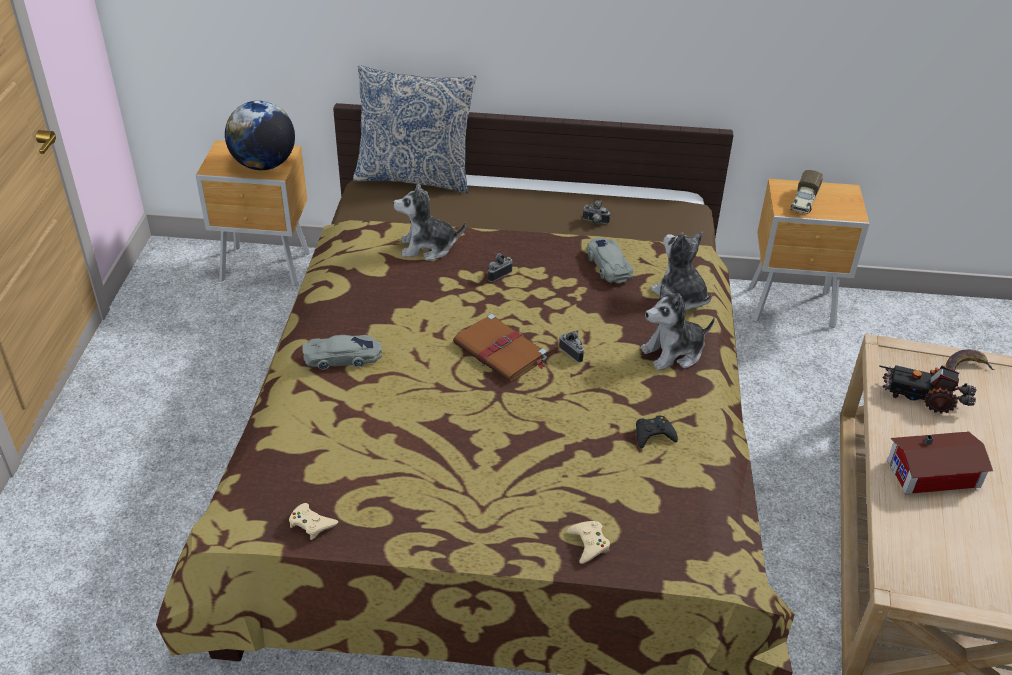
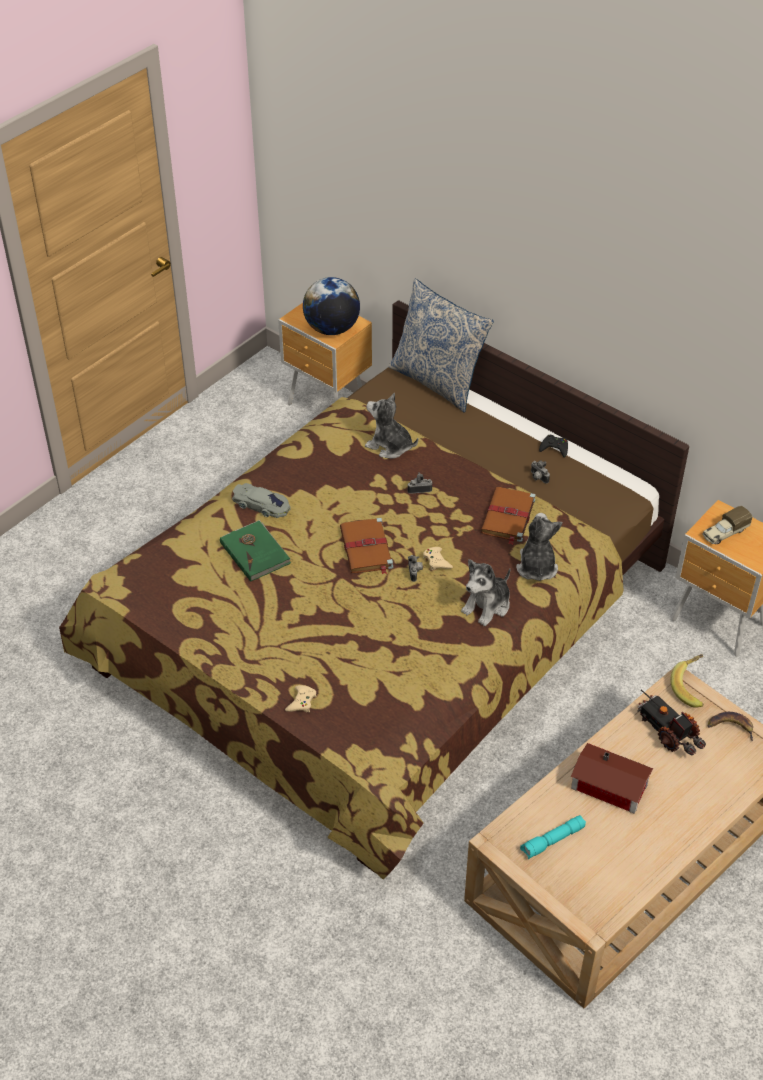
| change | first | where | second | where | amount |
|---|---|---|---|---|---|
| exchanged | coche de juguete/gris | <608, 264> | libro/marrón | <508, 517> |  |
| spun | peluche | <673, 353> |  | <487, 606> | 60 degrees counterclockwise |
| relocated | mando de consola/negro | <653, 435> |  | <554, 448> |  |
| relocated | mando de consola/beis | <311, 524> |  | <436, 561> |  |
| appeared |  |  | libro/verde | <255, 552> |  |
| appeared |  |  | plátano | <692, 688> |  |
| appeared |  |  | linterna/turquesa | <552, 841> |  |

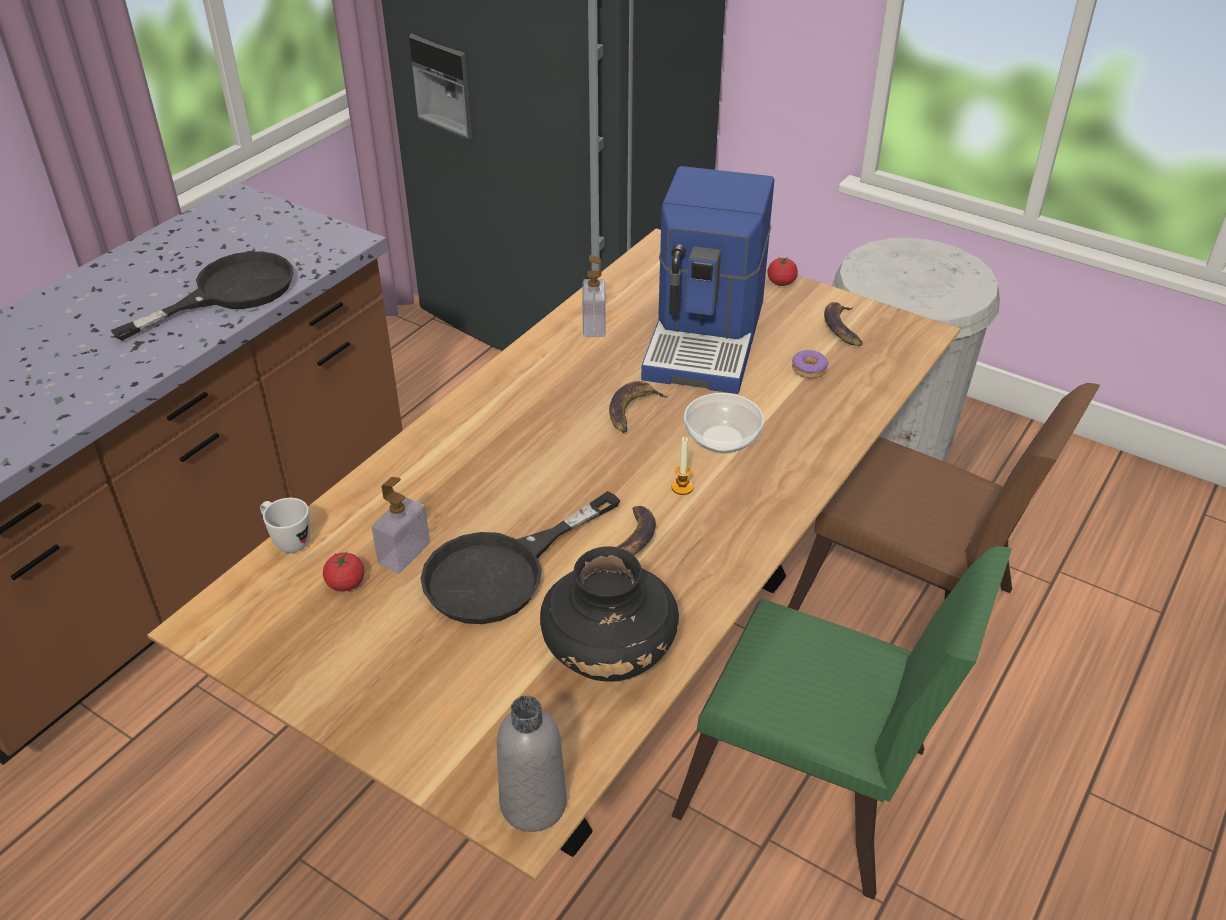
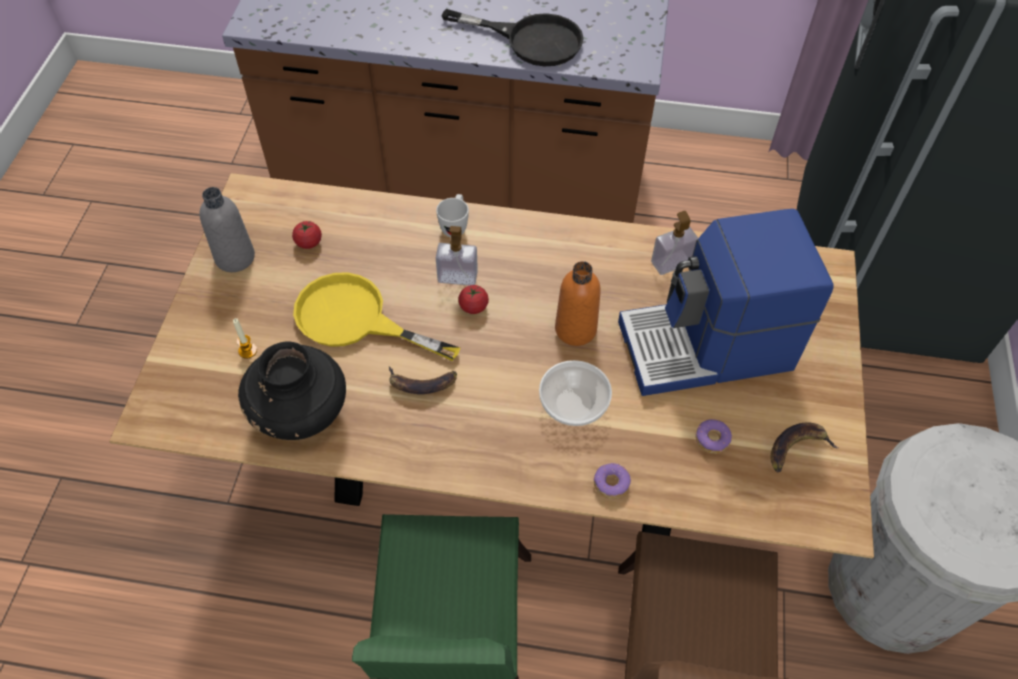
| change | first | where | second | where | amount |
|---|---|---|---|---|---|
| relocated | tomate | <781, 282> |  | <473, 306> |  |
| exchanged | plátano | <632, 410> | botella/naranja | <575, 329> |  |
| relocated | vela | <682, 487> |  | <247, 351> |  |
| relocated | dispensador de jabón | <404, 554> |  | <457, 276> |  |
| colour | sartén/negro | <502, 571> | sartén/amarillo | <355, 319> |  |
| relocated | taza grande/blanco | <287, 541> |  | <455, 226> |  |
| relocated | botella/gris | <533, 804> |  | <235, 257> |  |
| appeared |  |  | rosquilla | <611, 484> |  |

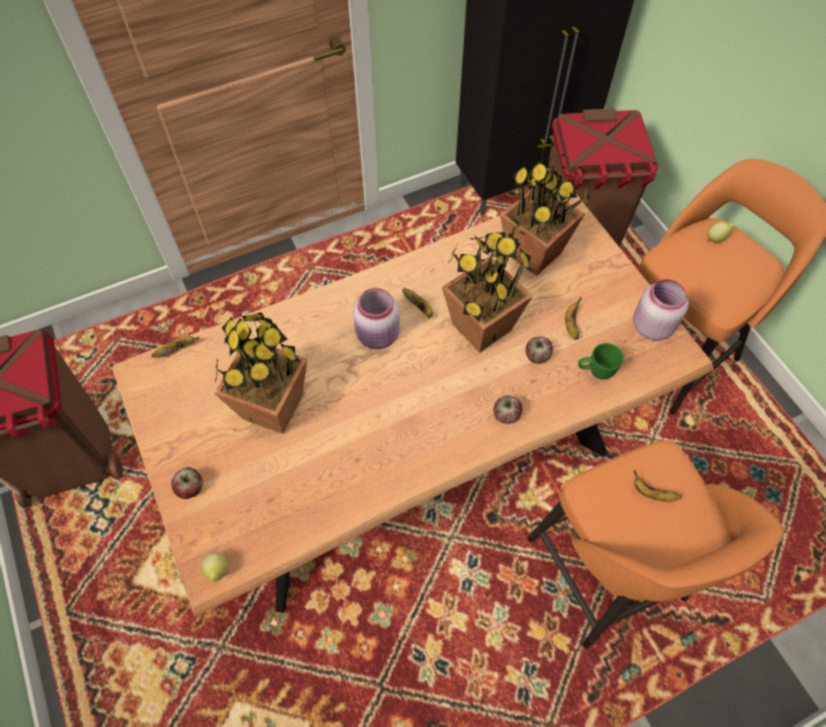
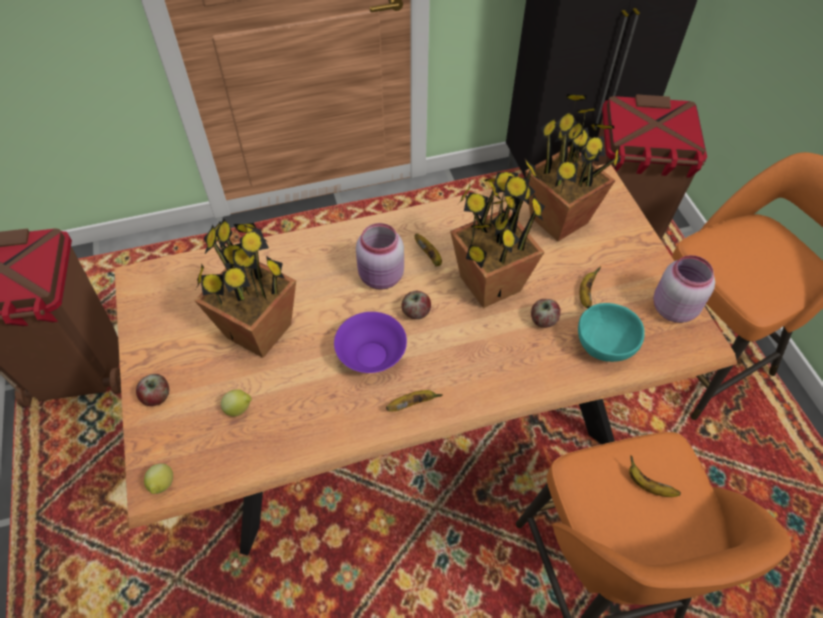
| change | first | where | second | where | amount |
|---|---|---|---|---|---|
| relocated | limón | <716, 238> |  | <239, 409> |  |
| relocated | plátano | <177, 350> |  | <412, 404> |  |
| exchanged | taza grande/verde | <595, 372> | cuenco/turquesa | <603, 345> |  |
| relocated | manzana | <506, 415> |  | <416, 312> |  |
| appeared |  |  | cuenco/morado | <370, 355> |  |

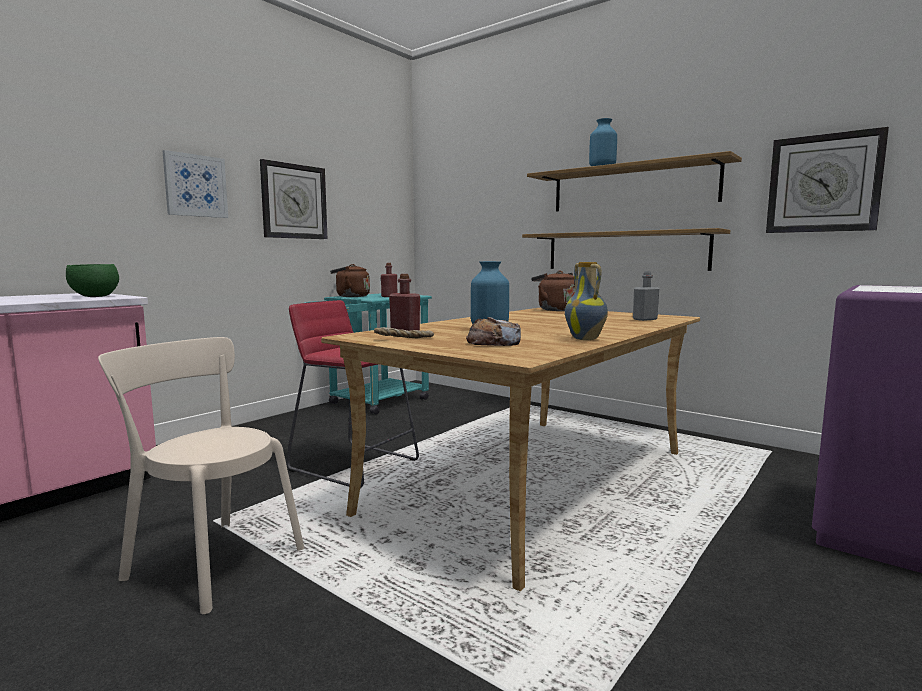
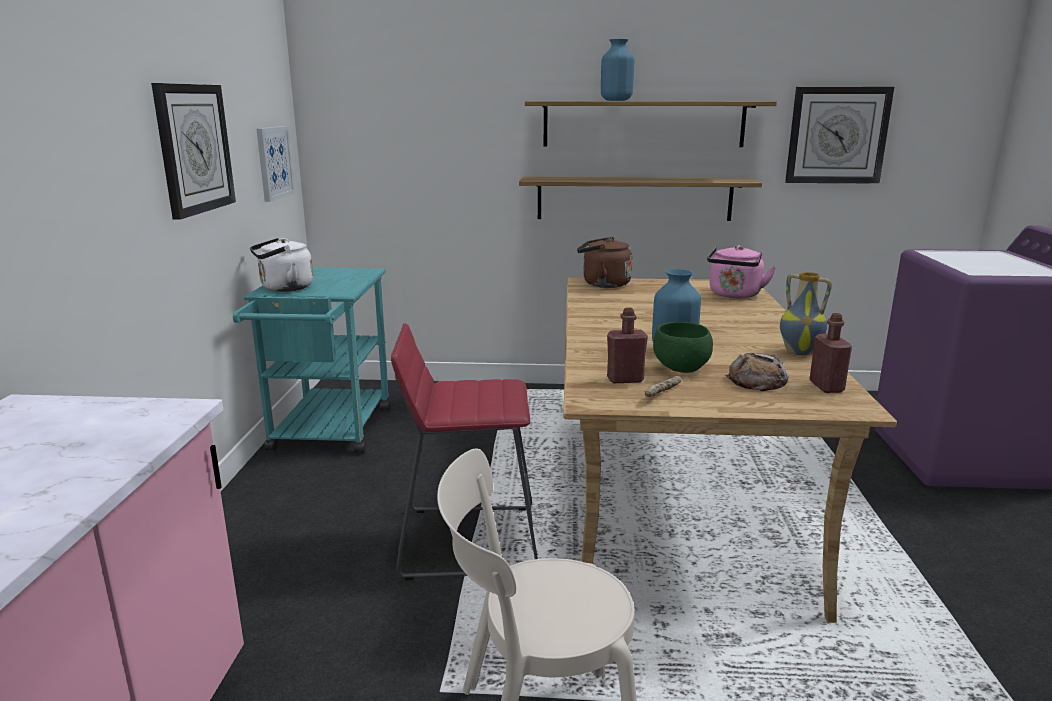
| change | first | where | second | where | amount |
|---|---|---|---|---|---|
| relocated | cuadro | <195, 186> |  | <274, 162> |  |
| relocated | botella/rojo | <389, 296> |  | <826, 387> |  |
| relocated | cuenco/verde | <95, 296> |  | <682, 369> |  |
| colour | hervidor/marrón | <350, 296> | hervidor/blanco | <284, 288> |  |
| exchanged | botella/gris | <645, 319> | hervidor/rosa | <734, 295> |  |

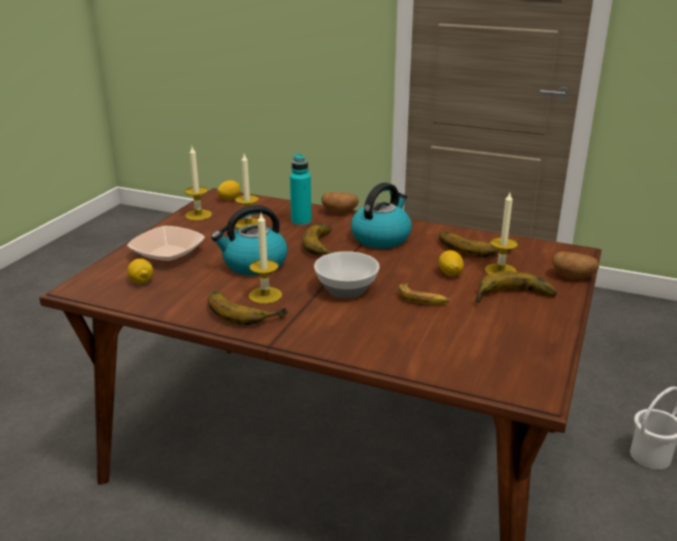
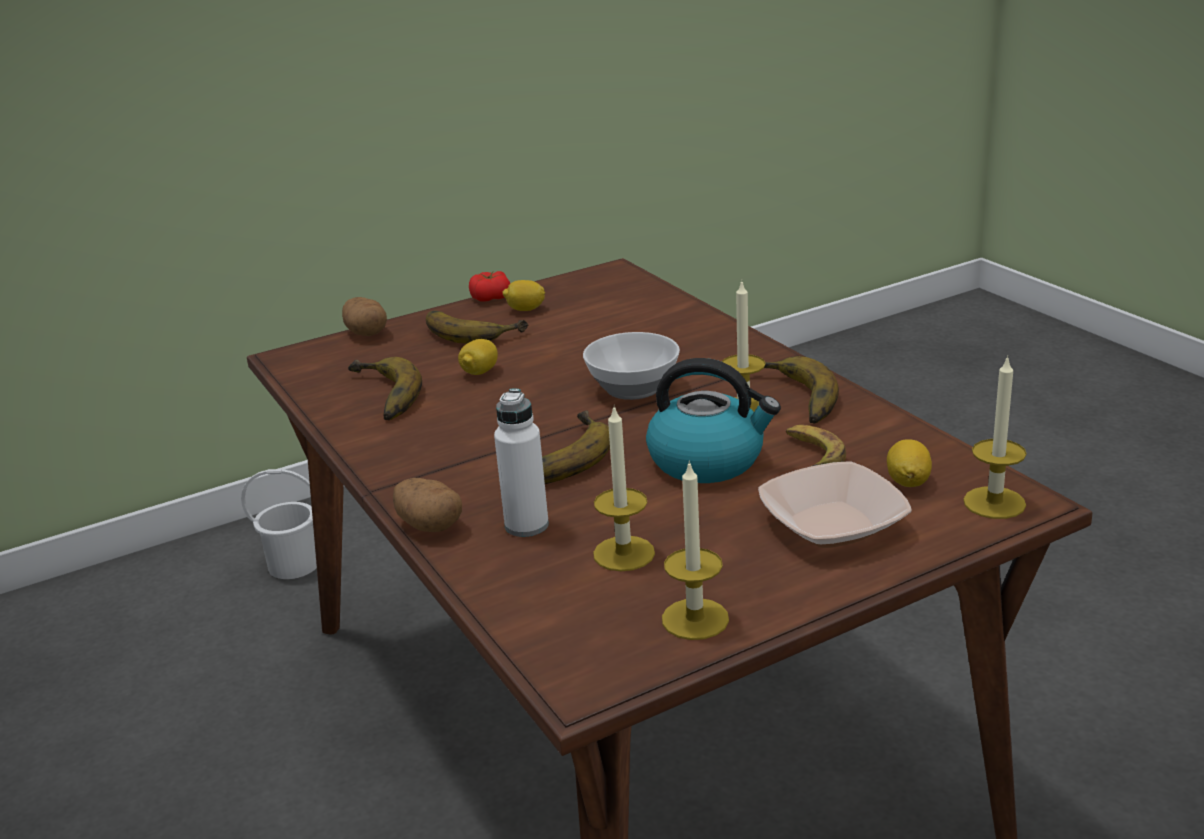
| change | first | where | second | where | amount |
|---|---|---|---|---|---|
| colour | botella/turquesa | <301, 222> | botella/blanco | <526, 525> |  |
| relocated | limón | <229, 199> |  | <525, 309> |  |
| missing | hervidor | <381, 238> |  |  |  |
| relocated | vela | <500, 271> |  | <994, 503> |  |
| relocated | plátano | <422, 299> |  | <812, 454> |  |
| appeared |  |  | tomate | <490, 298> |  |

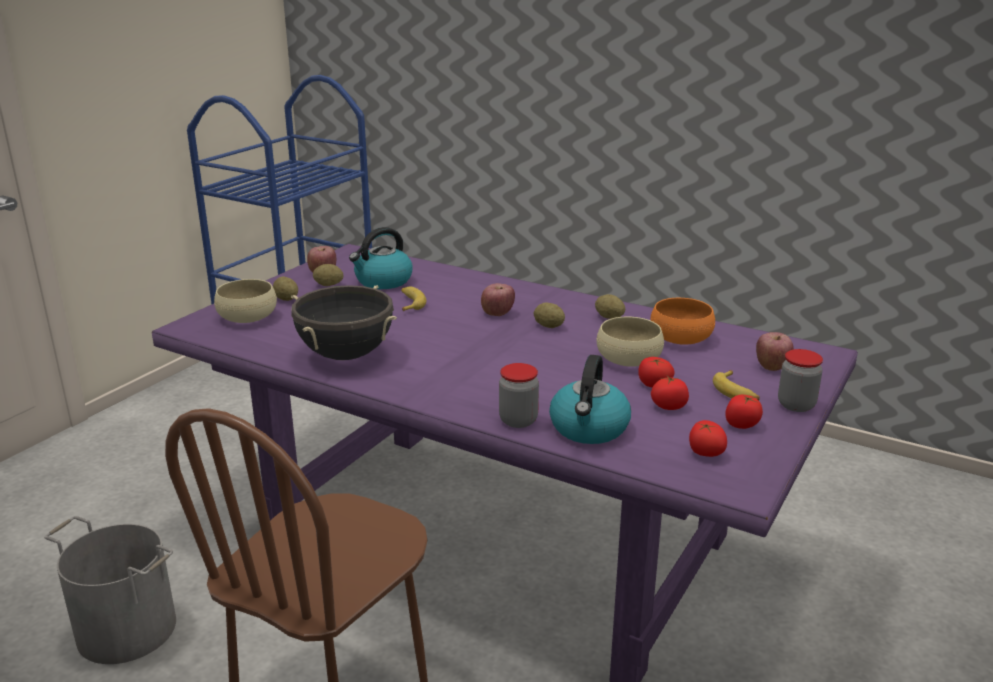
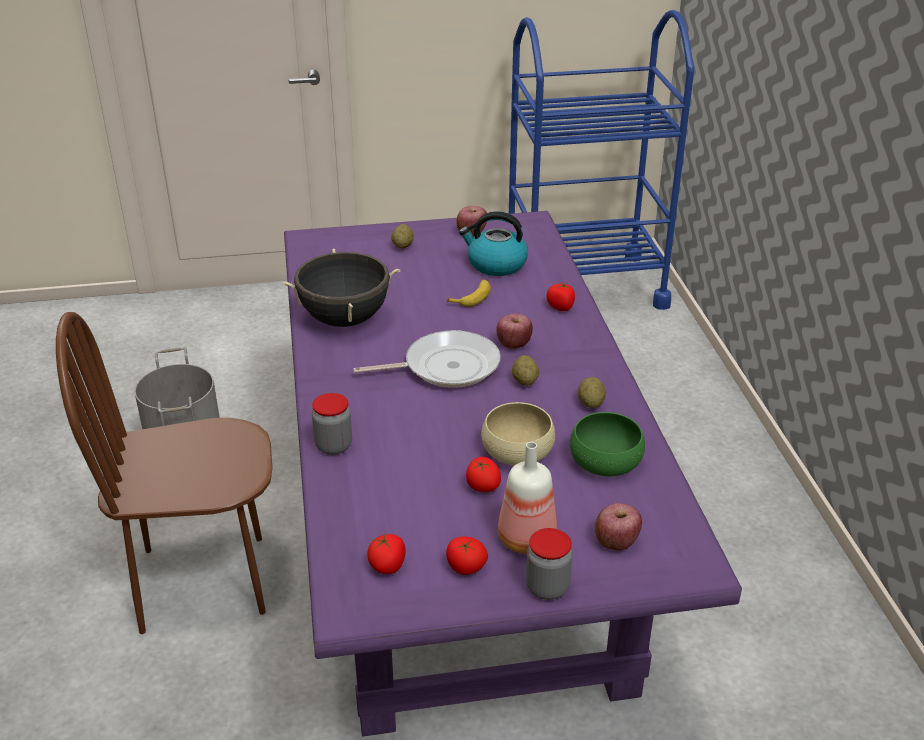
| change | first | where | second | where | amount |
|---|---|---|---|---|---|
| missing | patata | <328, 285> |  |  |  |
| missing | cuenco/beis | <247, 316> |  |  |  |
| colour | cuenco/naranja | <680, 337> | cuenco/verde | <605, 461> |  |
| missing | hervidor | <589, 429> |  |  |  |
| exchanged | plátano | <736, 392> | botella | <527, 540> |  |
| relocated | tomate | <669, 406> |  | <560, 307> |  |
| appeared |  |  | sartén | <446, 367> |  |

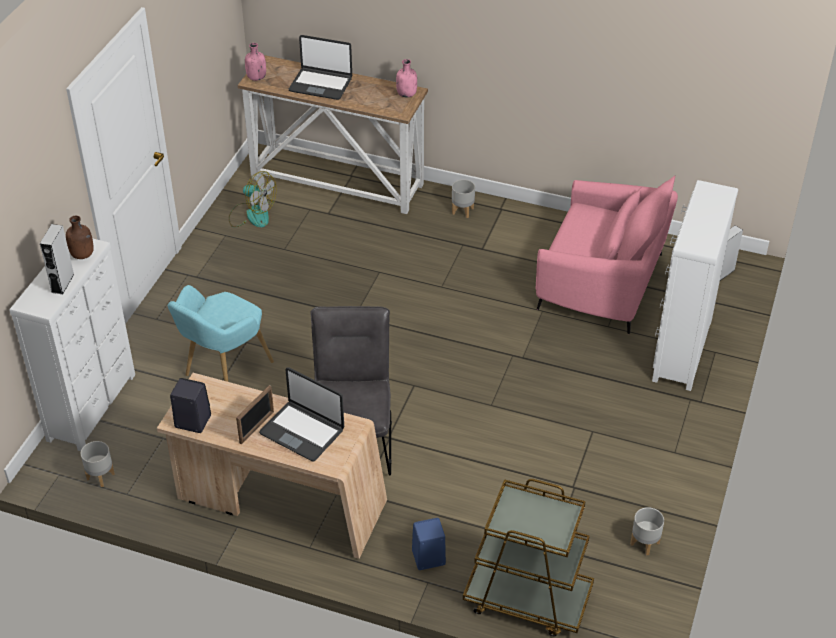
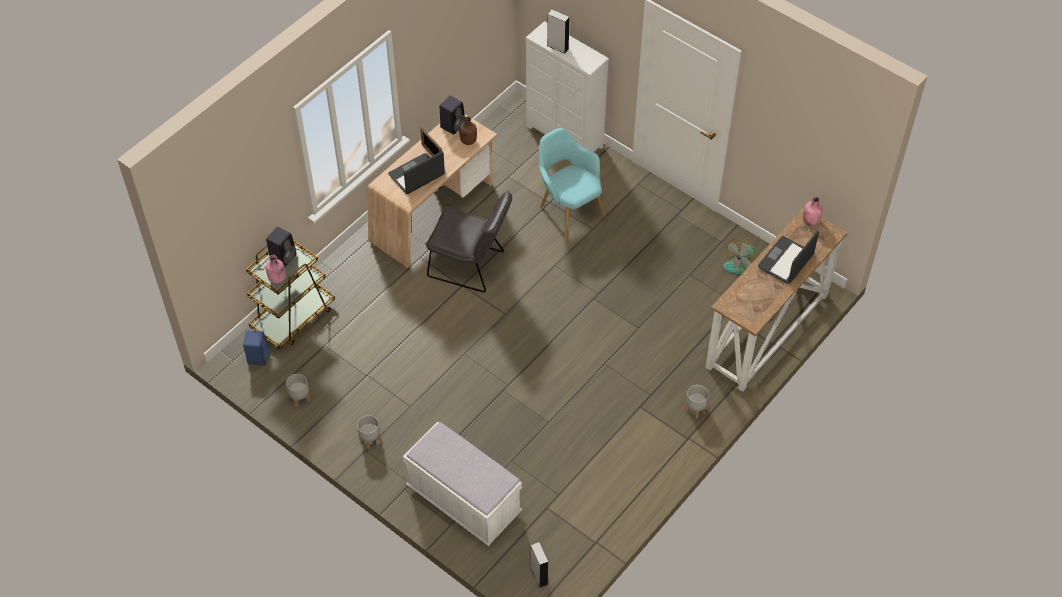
| change | first | where | second | where | amount |
|---|---|---|---|---|---|
| relocated | botella/rosa | <407, 94> |  | <277, 279> |  |
| missing | sillón/rosa | <602, 283> |  |  |  |
| exchanged | cómoda/blanco | <681, 350> | banco/blanco | <464, 501> |  |
| relocated | botella/marrón | <83, 255> |  | <468, 141> |  |
| relocated | maceta/gris | <101, 476> |  | <370, 439> |  |
| relocated | altavoz/azul | <427, 558> |  | <258, 356> |  |
| appeared |  |  | altavoz/negro | <283, 256> |  |

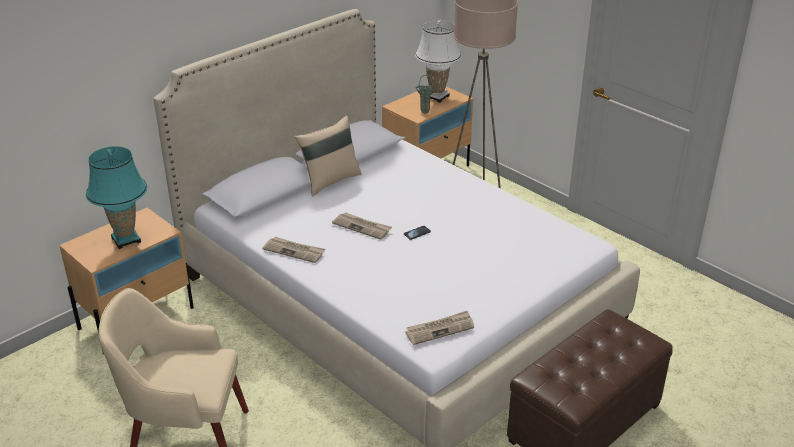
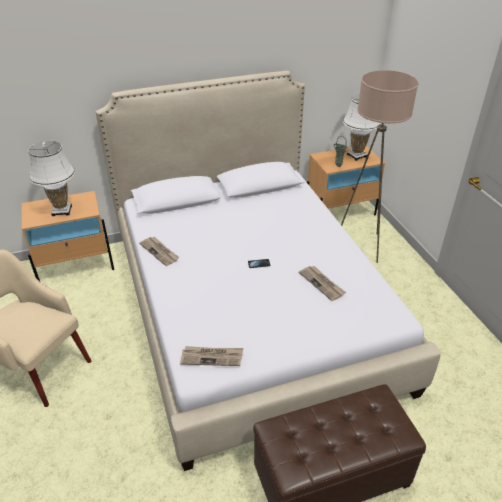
| change | first | where | second | where | amount |
|---|---|---|---|---|---|
| missing | cojín/beis | <330, 181> |  |  |  |
| colour | lámpara de mesa/turquesa | <126, 240> | lámpara de mesa/blanco | <62, 211> |  |
| relocated | periódico | <362, 227> |  | <322, 284> |  |

